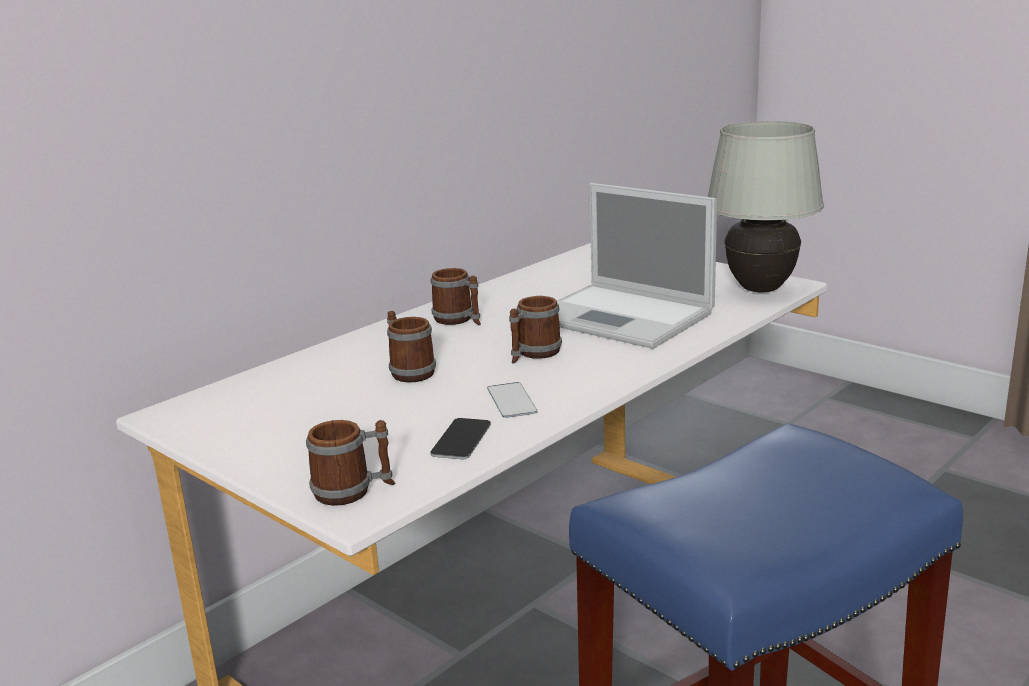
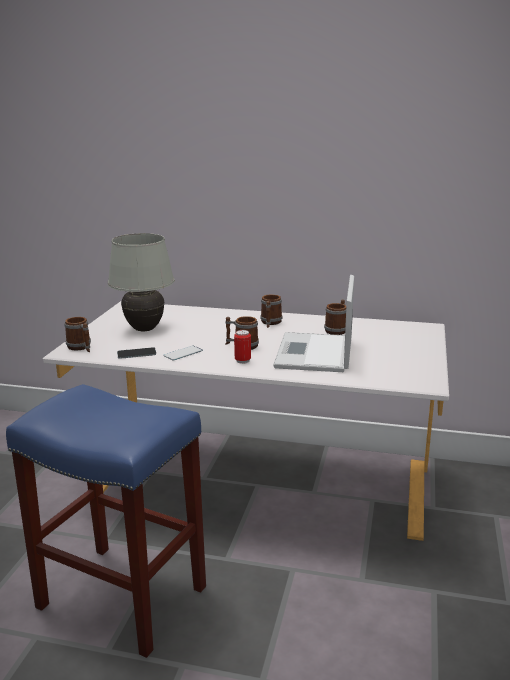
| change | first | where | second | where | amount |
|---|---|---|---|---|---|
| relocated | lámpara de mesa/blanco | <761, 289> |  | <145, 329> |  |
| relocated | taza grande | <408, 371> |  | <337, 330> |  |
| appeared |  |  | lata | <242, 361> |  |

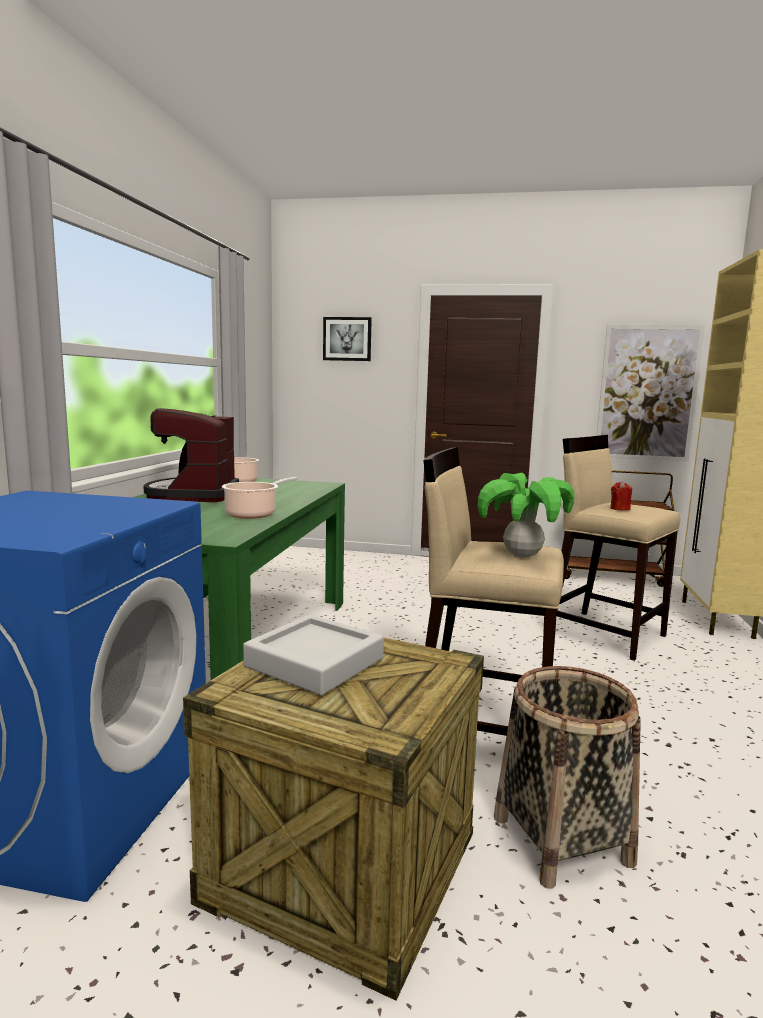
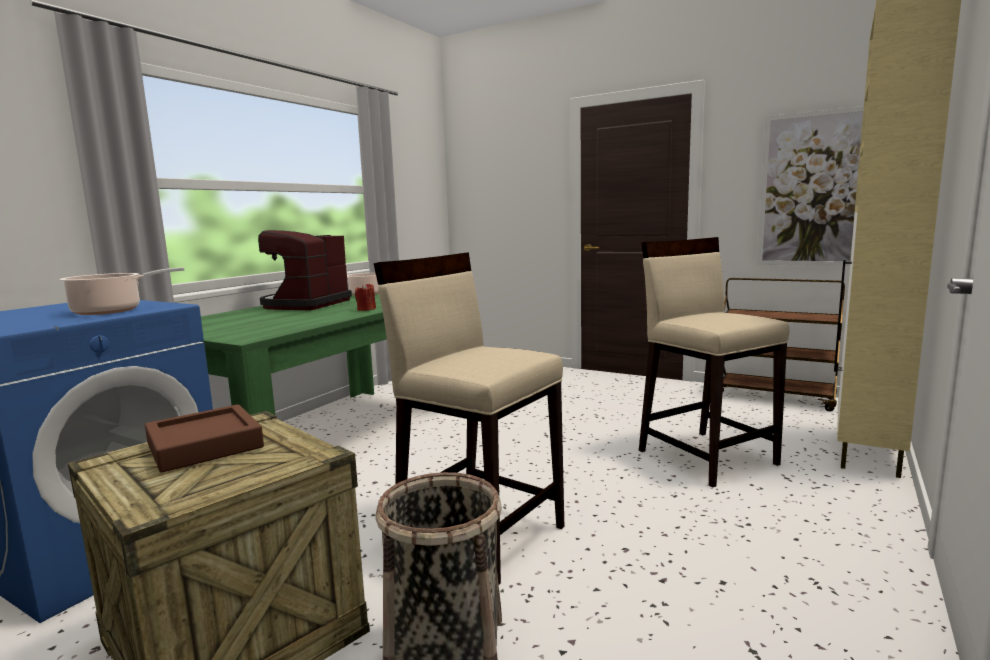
| change | first | where | second | where | amount |
|---|---|---|---|---|---|
| missing | cuadro | <347, 339> |  |  |  |
| missing | planta en maceta | <521, 555> |  |  |  |
| relocated | olla | <253, 514> |  | <112, 311> |  |
| relocated | vela/rojo | <620, 509> |  | <366, 309> |  |
| colour | bandeja/gris | <315, 662> | bandeja/marrón | <205, 445> |  |

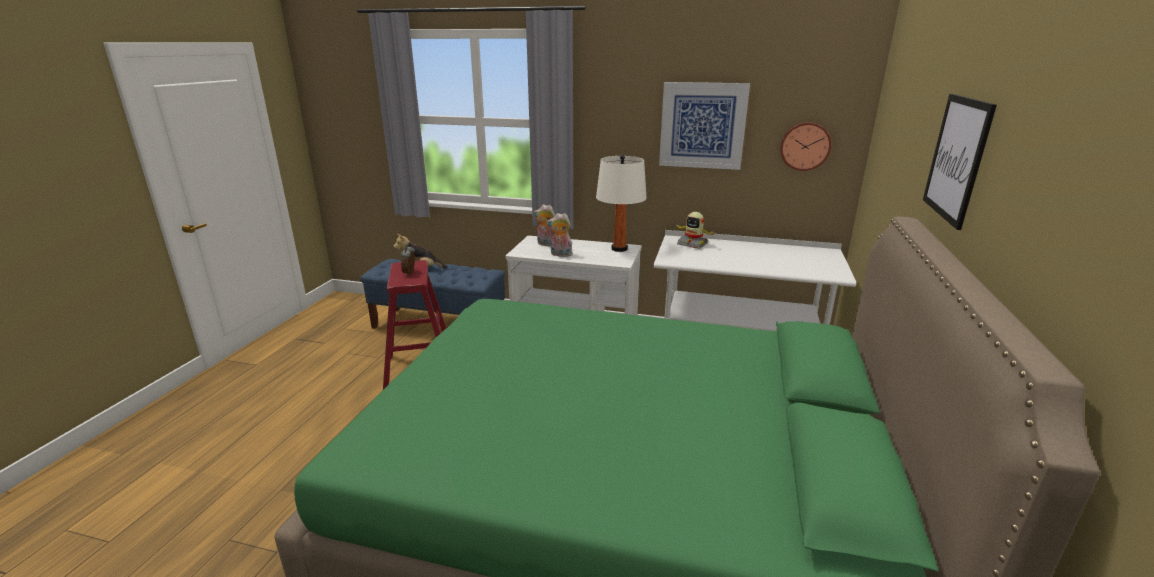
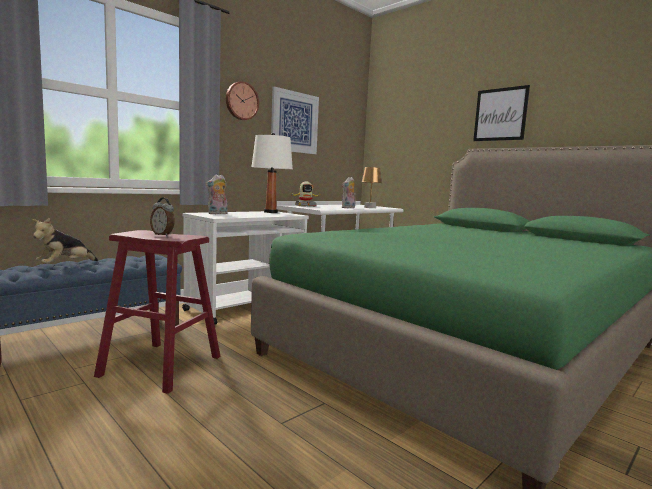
| change | first | where | second | where | amount |
|---|---|---|---|---|---|
| relocated | reloj de pared | <805, 146> |  | <241, 101> |  |
| relocated | peluche | <560, 255> |  | <348, 208> |  |
| appeared |  |  | lámpara de mesa/marrón | <370, 207> |  |

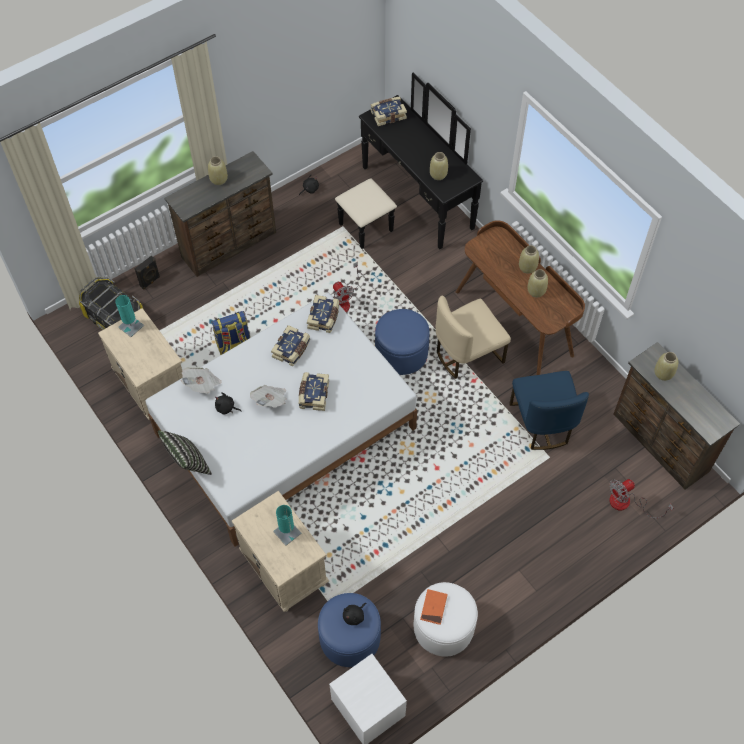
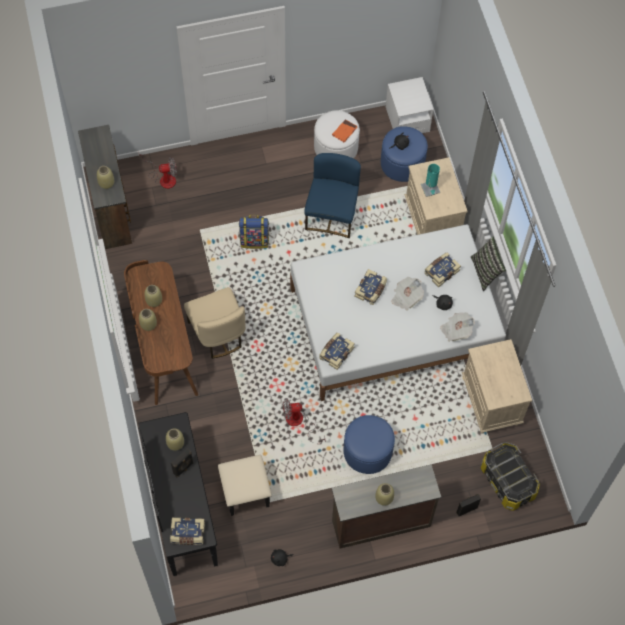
| change | first | where | second | where | amount |
|---|---|---|---|---|---|
| spun | ventilador | <343, 301> |  | <299, 423> | 90 degrees counterclockwise |
| missing | lámpara de mesa/turquesa | <131, 326> |  |  |  |
| spun | silla/beis | <467, 354> |  | <217, 333> | 75 degrees clockwise |
| relocated | puf/azul | <401, 353> |  | <367, 451> |  |
| relocated | mochila | <233, 345> |  | <255, 240> |  |
| relocated | libro | <292, 349> |  | <441, 271> |  |
| relocated | silla/azul | <542, 423> |  | <332, 215> |  |
| appeared |  |  | altavoz/negro | <183, 468> |  |

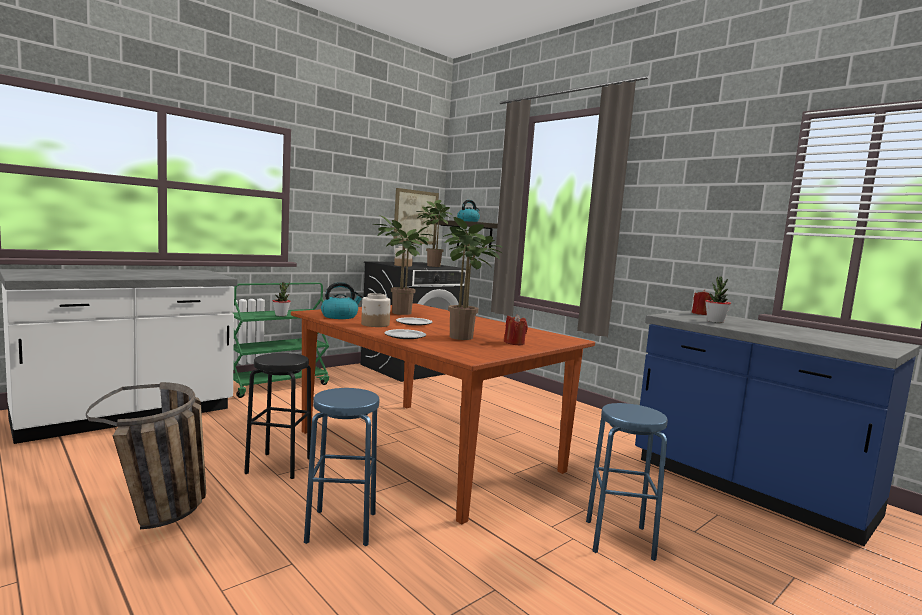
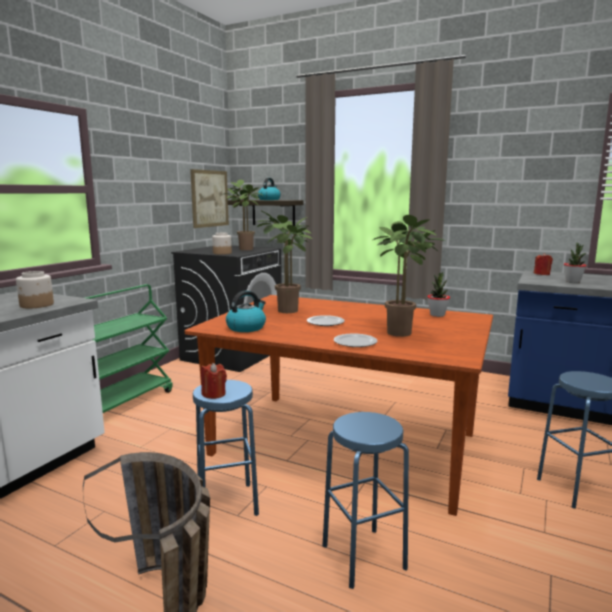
| change | first | where | second | where | amount |
|---|---|---|---|---|---|
| relocated | planta en maceta | <281, 315> |  | <437, 315> |  |
| relocated | tarro | <375, 324> |  | <36, 305> |  |
| relocated | vela/rojo | <514, 343> |  | <214, 394> |  |
| colour | taburete/negro | <278, 465> | taburete/azul | <227, 503> |  |

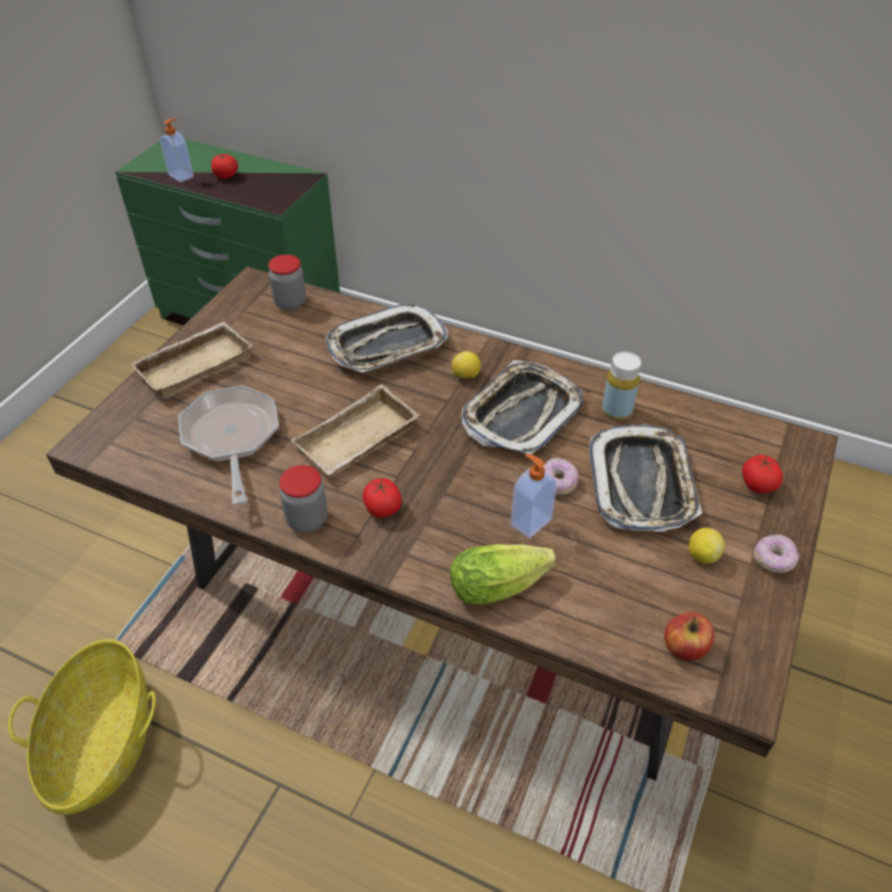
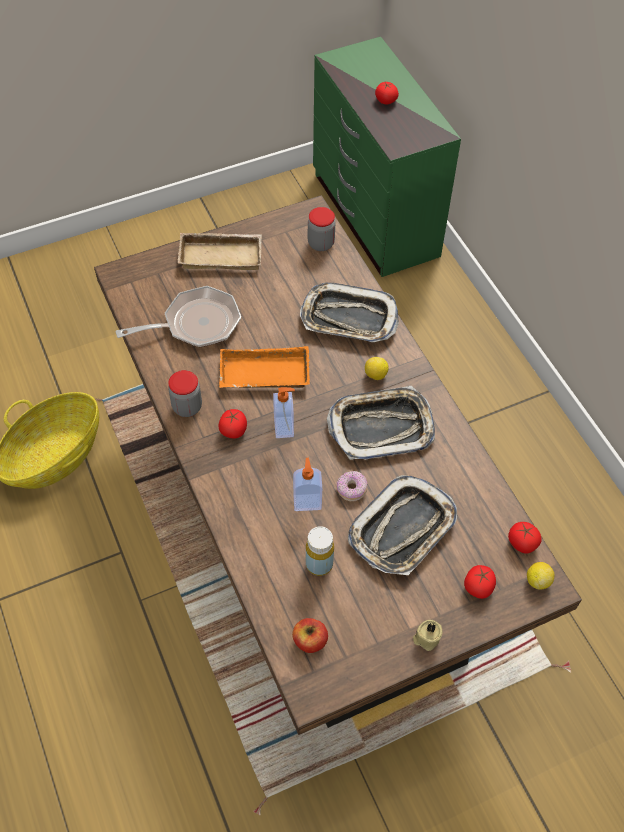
| change | first | where | second | where | amount |
|---|---|---|---|---|---|
| relocated | dispensador de jabón | <182, 175> |  | <284, 427> |  |
| relocated | botella/amarillo | <616, 411> |  | <319, 564> |  |
| colour | bandeja/beis | <358, 441> | bandeja/naranja | <263, 375> |  |
| spun | sartén | <232, 439> |  | <195, 324> | 45 degrees clockwise |
| relocated | limón | <702, 555> |  | <537, 581> |  |
| exchanged | rosquilla | <773, 560> | vela/beis | <426, 638> |  |
| missing | lechuga | <503, 584> |  |  |  |
| appeared |  |  | tomate | <521, 543> |  |

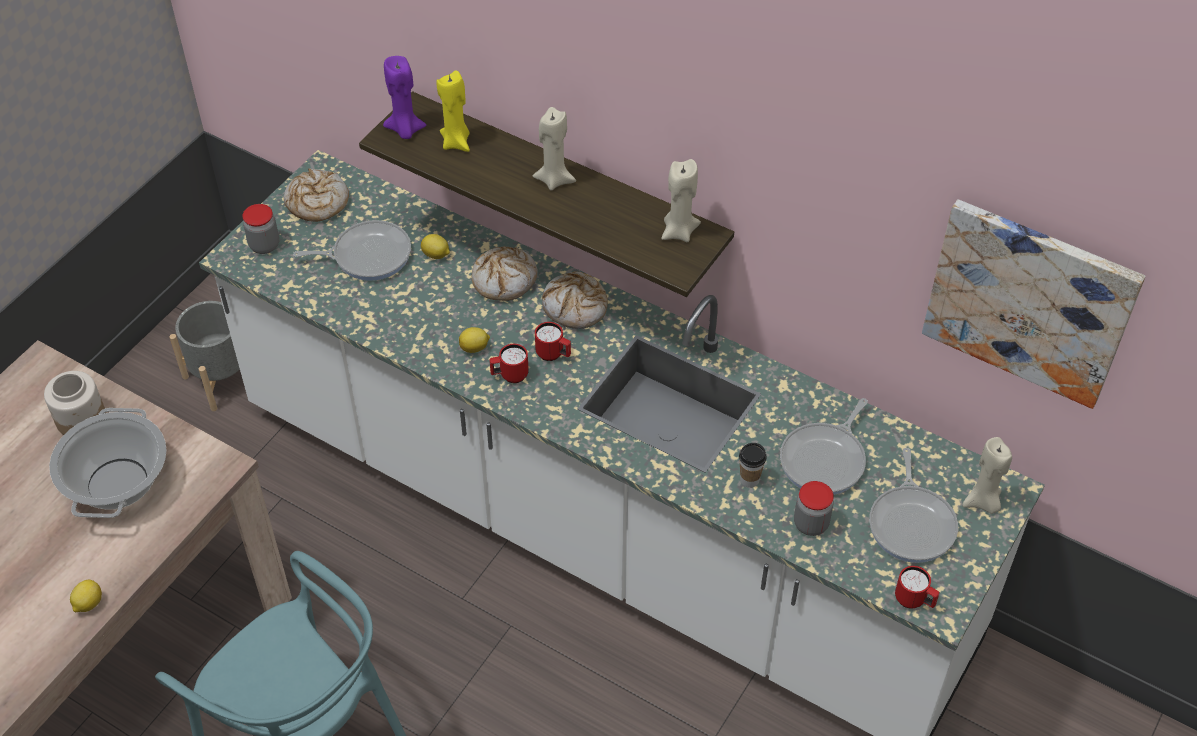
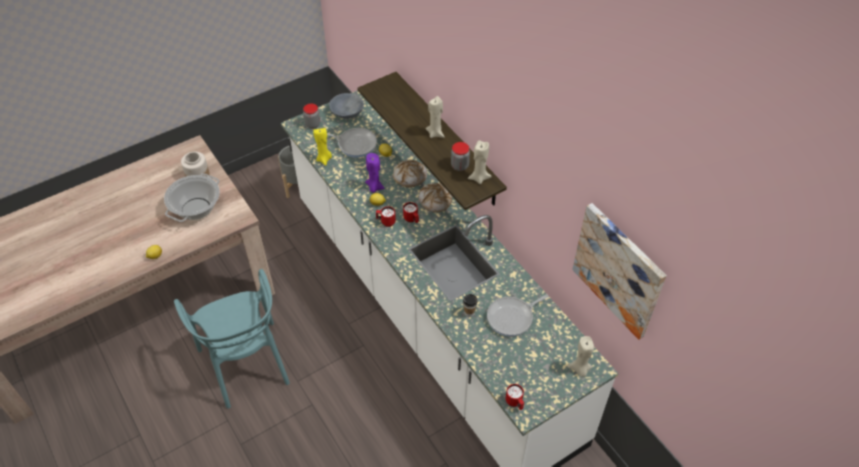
| change | first | where | second | where | amount |
|---|---|---|---|---|---|
| relocated | vela/morado | <405, 130> |  | <374, 187> |  |
| relocated | vela/amarillo | <456, 142> |  | <324, 159> |  |
| exchanged | pan | <317, 202> | cuenco/gris | <347, 112> |  |
| missing | sartén | <912, 523> |  |  |  |
| relocated | tarro | <811, 524> |  | <460, 166> |  |

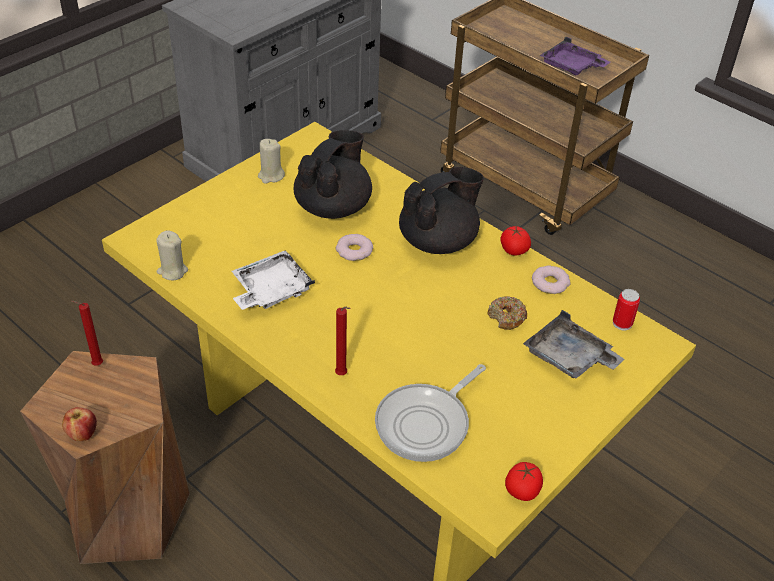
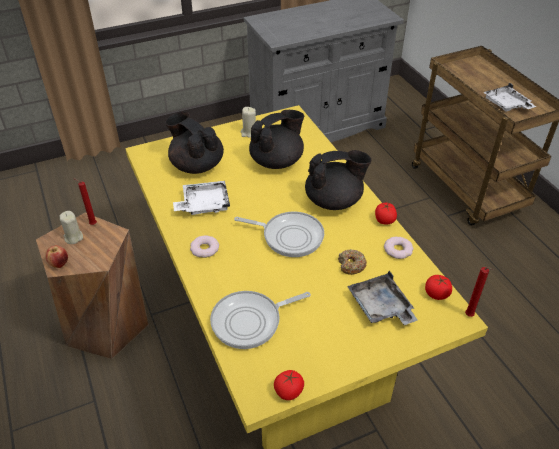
| change | first | where | second | where | amount |
|---|---|---|---|---|---|
| colour | bandeja/morado | <572, 66> | bandeja/blanco | <506, 105> |  |
| relocated | vela/beis | <172, 271> |  | <73, 237> |  |
| relocated | rosquilla | <354, 251> |  | <204, 249> |  |
| exchanged | lata | <622, 323> | tomate | <436, 294> |  |
| relocated | vela/rojo | <342, 375> |  | <470, 316> |  |
| appeared |  |  | tetera/negro | <196, 165> |  |
| appeared |  |  | sartén | <289, 236> |  |

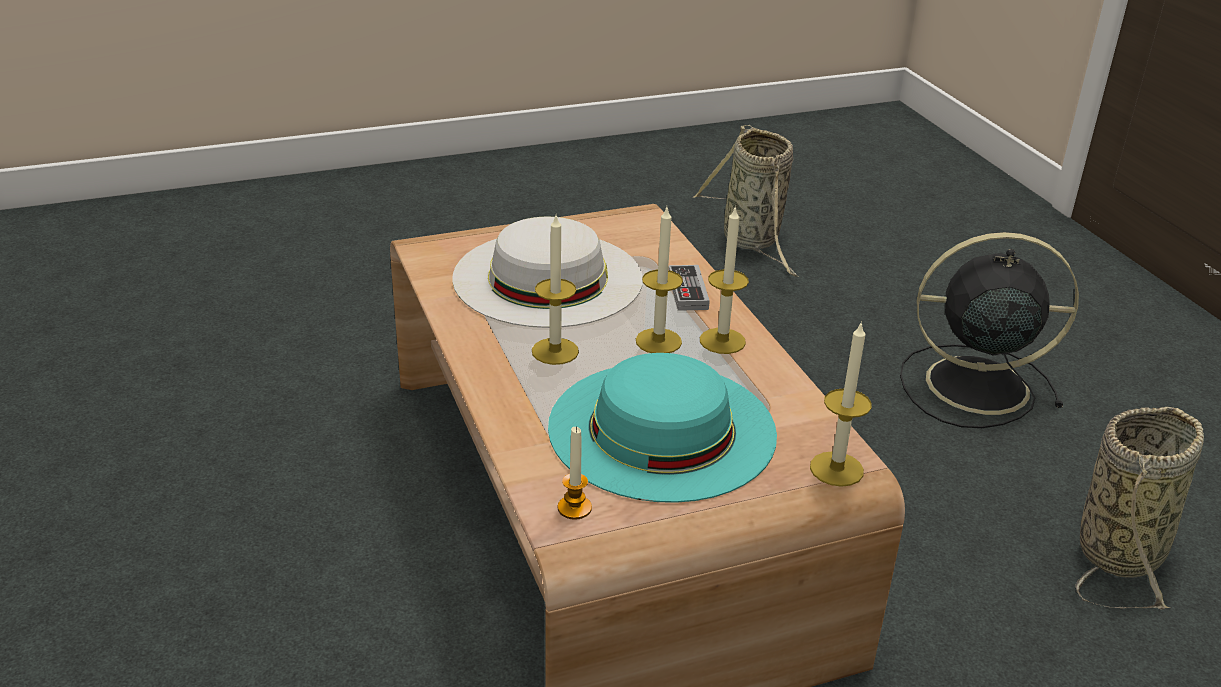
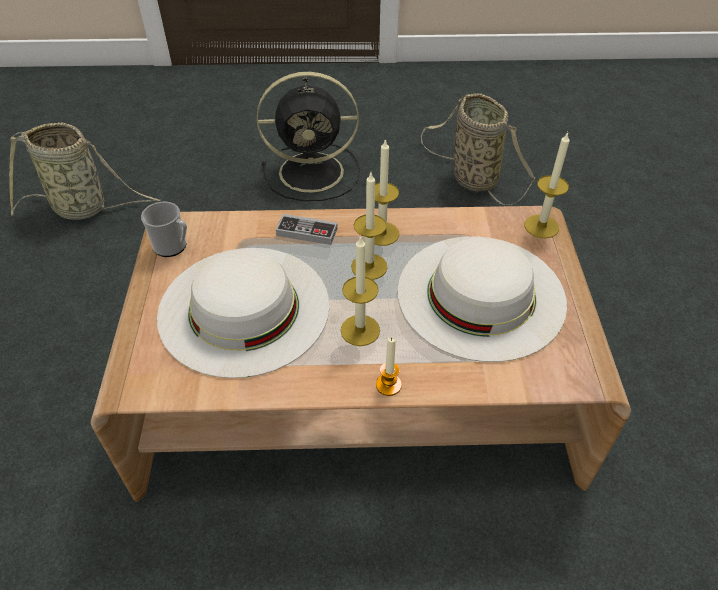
| change | first | where | second | where | amount |
|---|---|---|---|---|---|
| spun | ventilador/negro | <972, 385> |  | <314, 172> | 120 degrees counterclockwise |
| colour | sombrero/turquesa | <662, 428> | sombrero/blanco | <480, 295> |  |
| relocated | vela | <574, 508> |  | <388, 385> |  |
| appeared |  |  | taza grande | <173, 247> |  |

